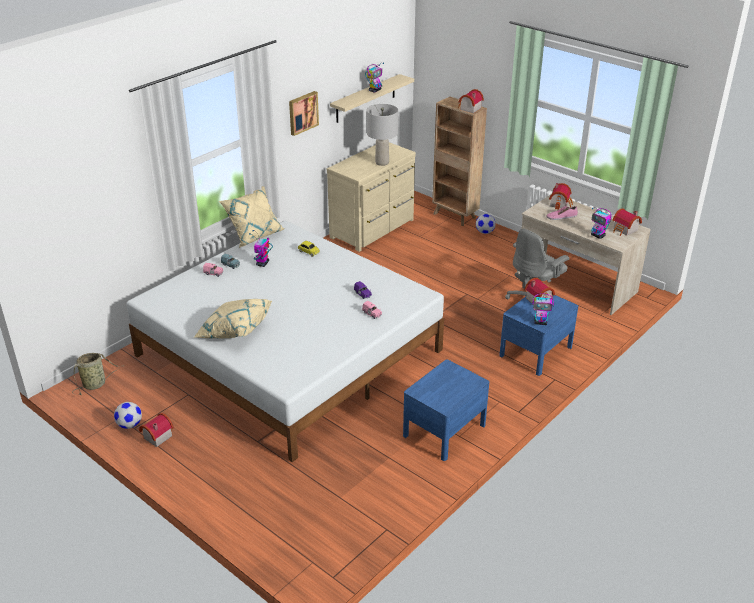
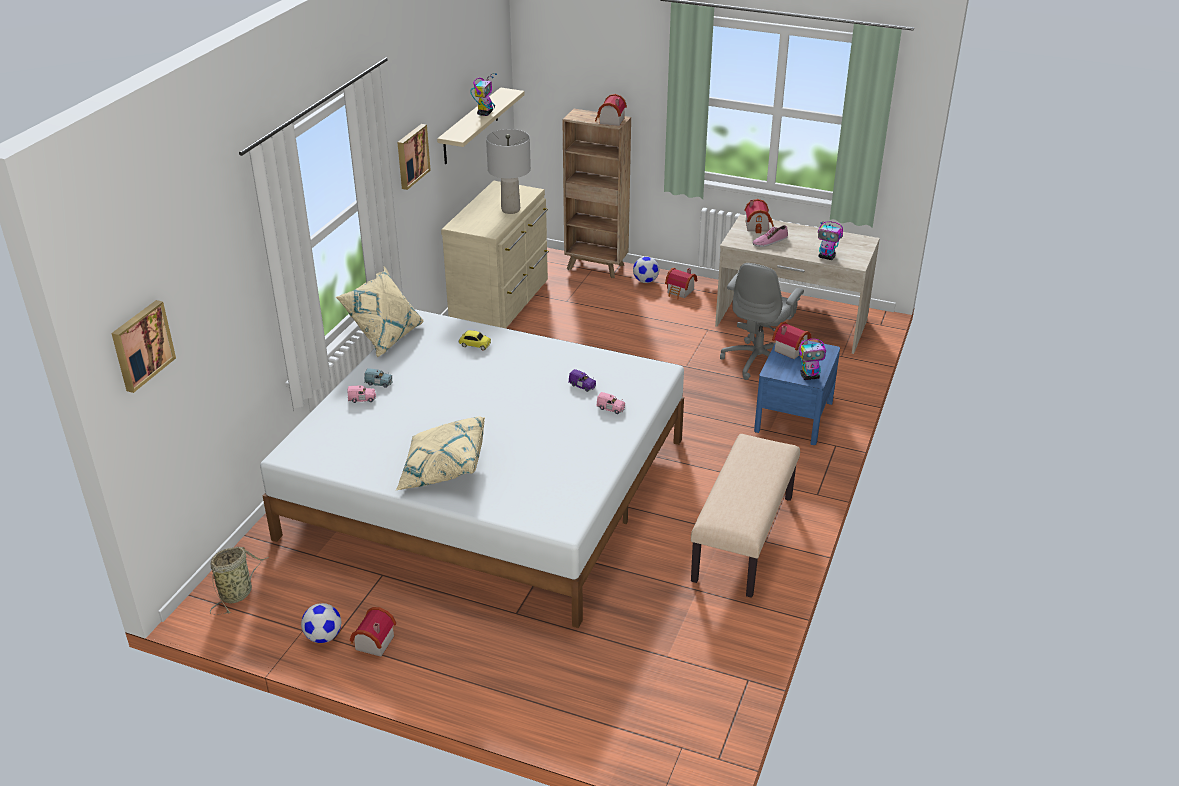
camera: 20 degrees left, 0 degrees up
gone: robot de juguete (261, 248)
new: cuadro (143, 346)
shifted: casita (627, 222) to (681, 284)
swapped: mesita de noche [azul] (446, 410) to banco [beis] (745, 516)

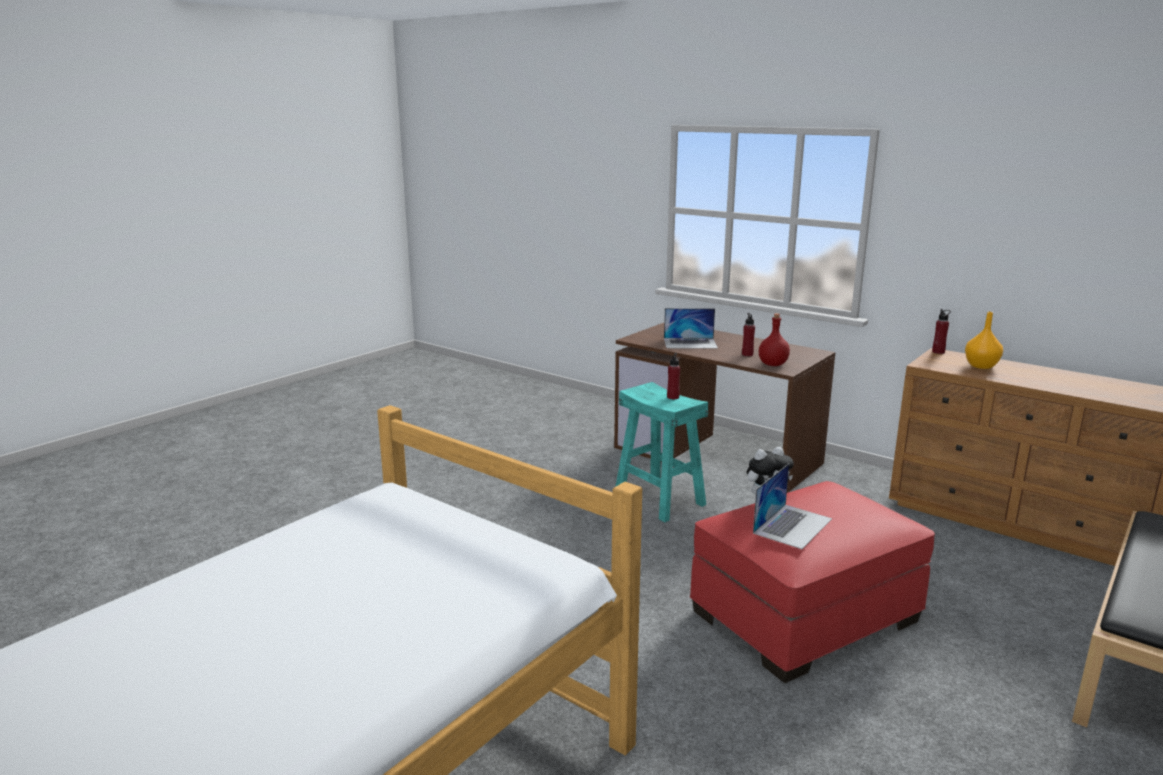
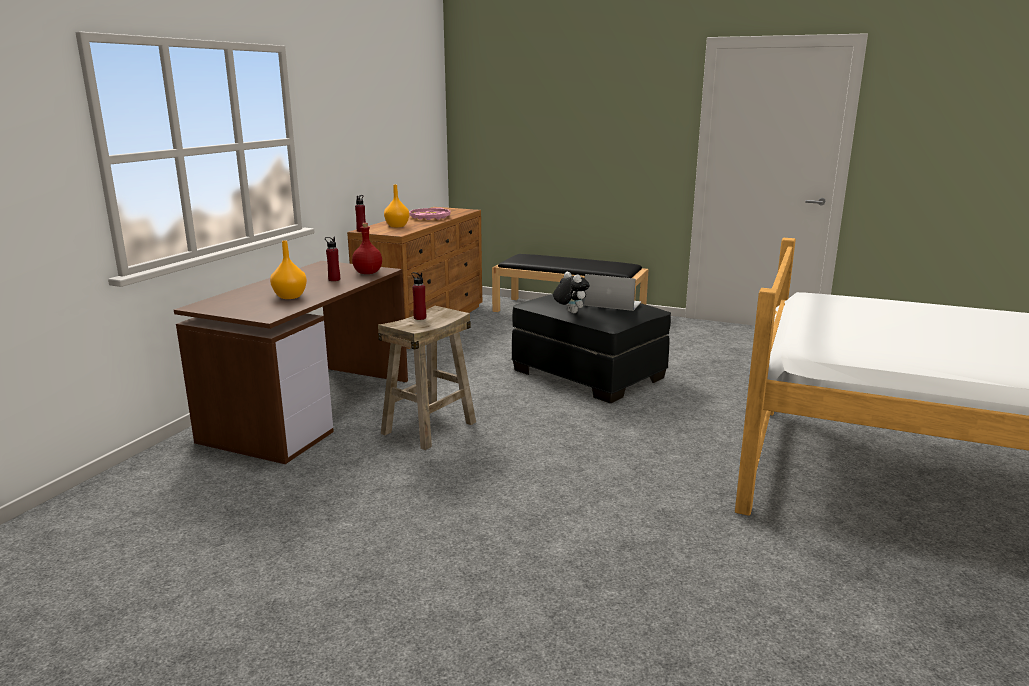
camera: 105 degrees left, 0 degrees up
new: bandeja [rosa] (429, 214)
swapped: portátil (691, 328) to florero [naranja] (288, 270)
repainted: taburete [turquesa] (661, 452) to taburete [beis] (427, 378); puf [rojo] (812, 582) to puf [negro] (591, 348)

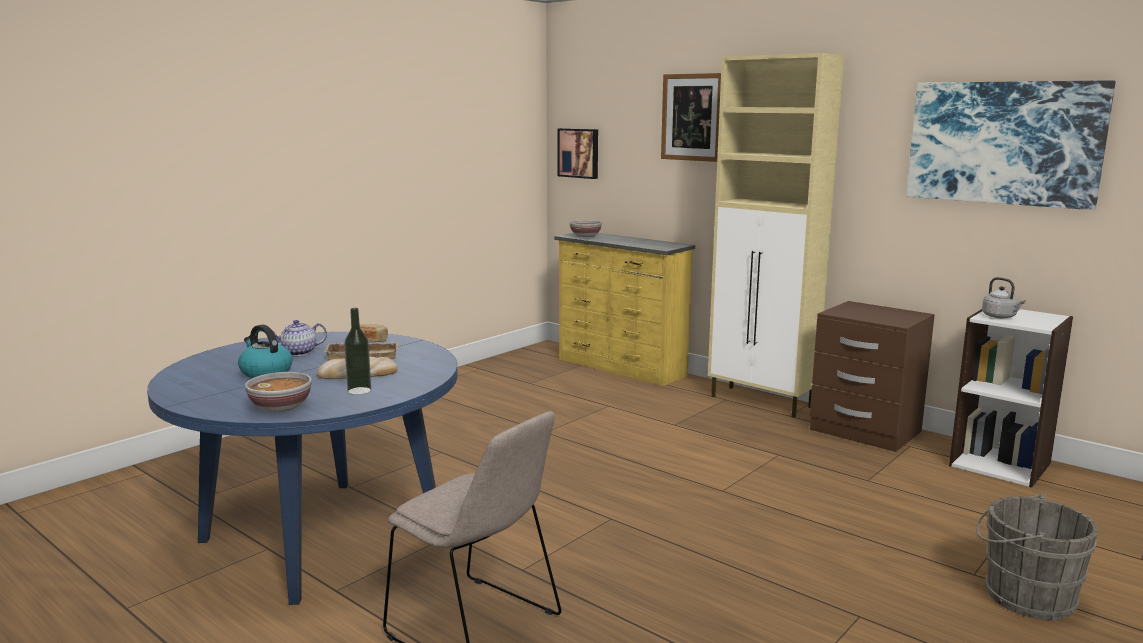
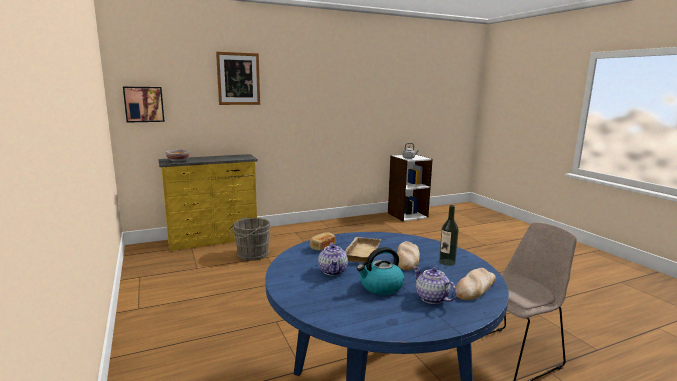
camera: 65 degrees left, 0 degrees up
gone: armario [beis] (776, 235); mesita de noche [marrón] (872, 376); cuadro (1011, 145)
new: tetera (435, 285)
shifted: cubo [gris] (1037, 557) to (250, 239)
swapped: cuenco (278, 392) to pan (476, 284)

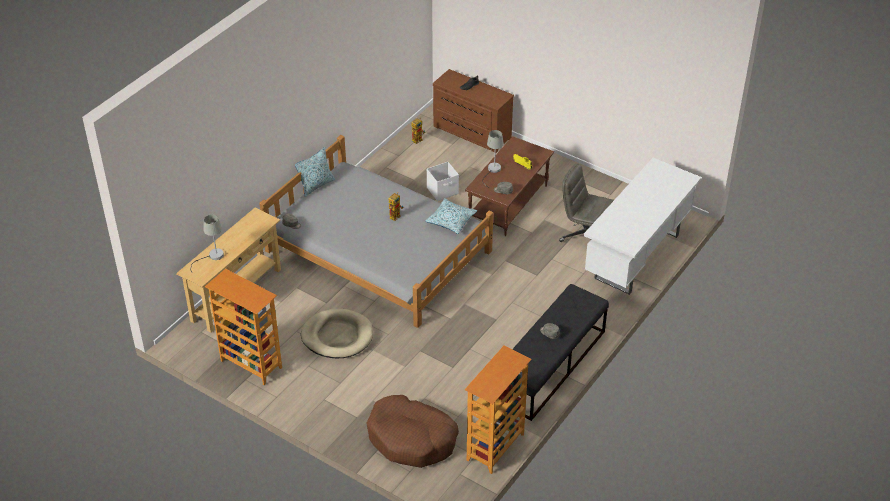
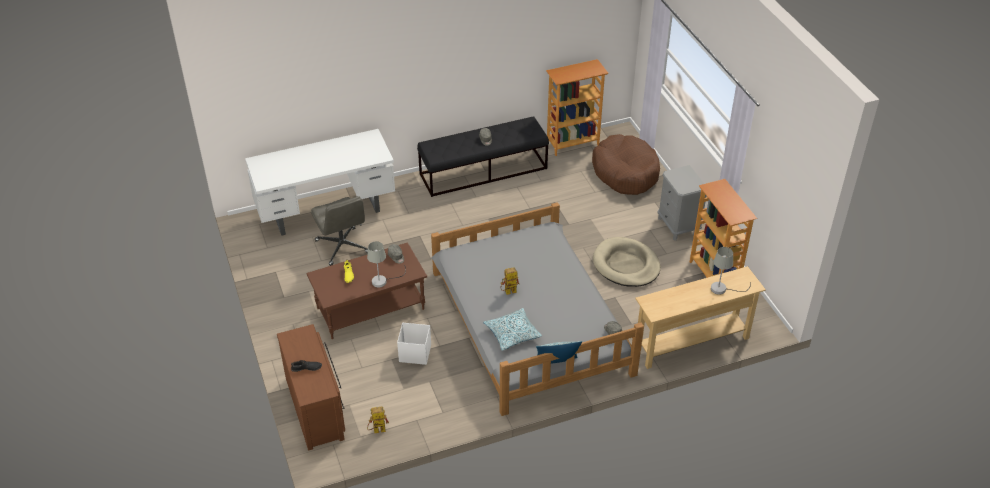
camera: 145 degrees left, 0 degrees up
new: mesita de noche [gris] (681, 203)
shifted: cojín (451, 216) to (512, 329)

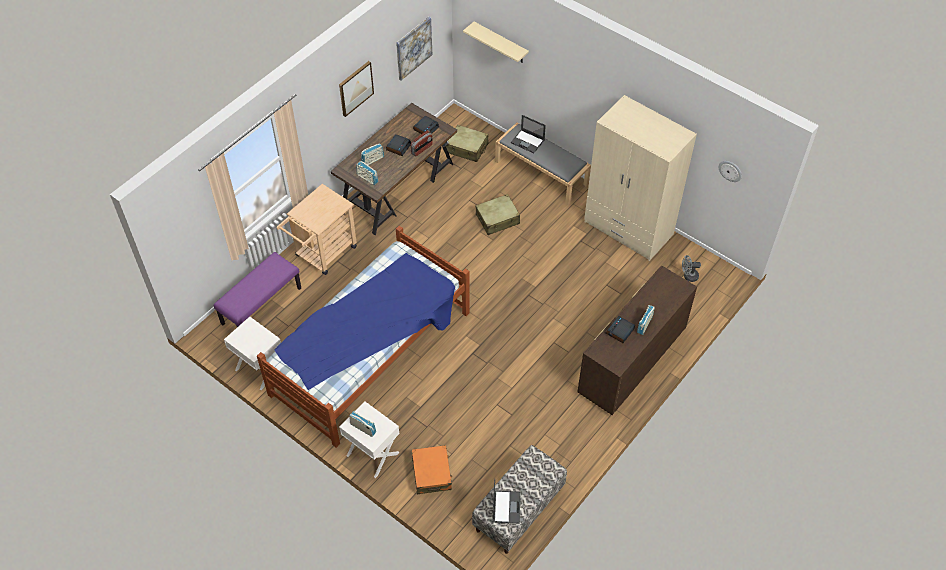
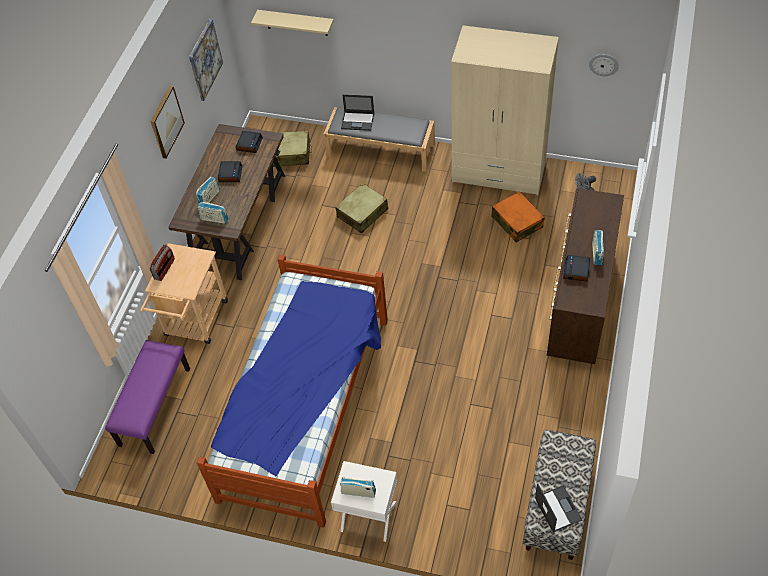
camera: 20 degrees left, 0 degrees up
gone: mesita de noche [blanco] (252, 353)
shifted: radio (422, 143) to (162, 263); maleta [naranja] (432, 470) to (518, 216)

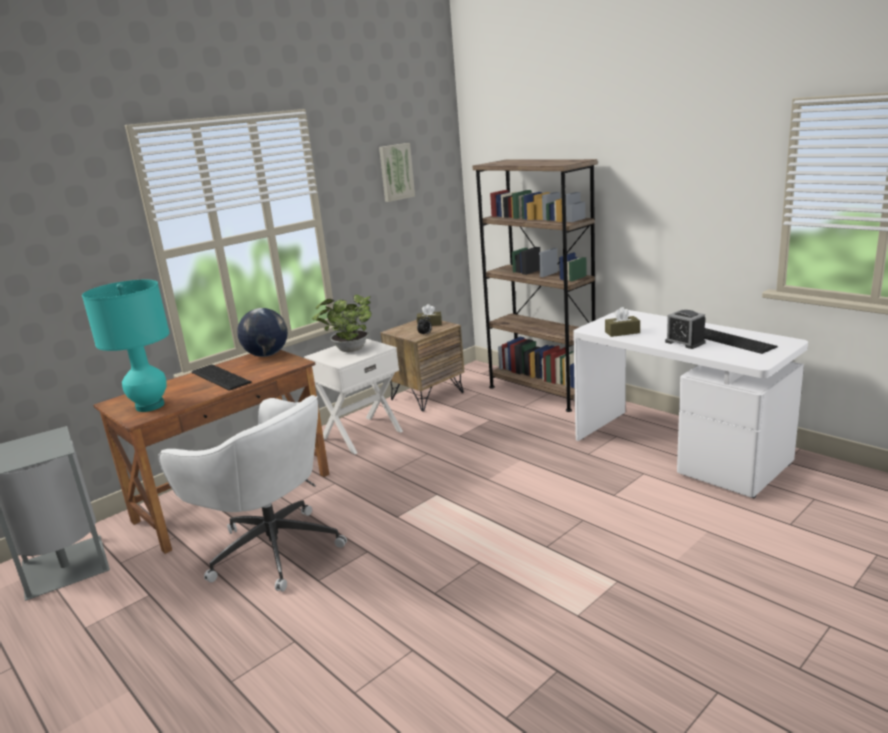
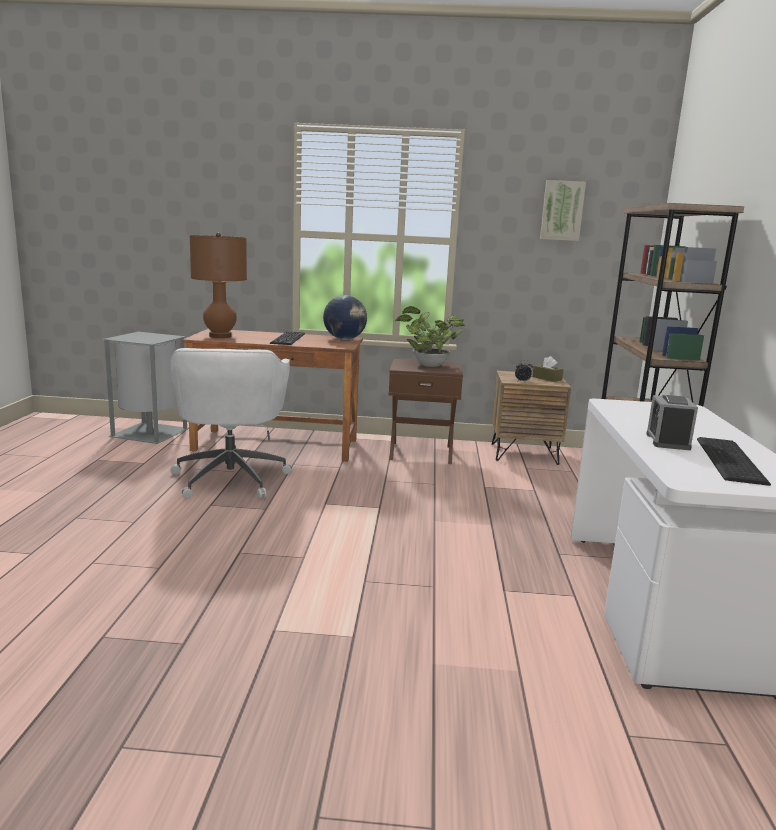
camera: 45 degrees right, 5 degrees down
gone: caja de pañuelos [marrón] (622, 322)
repainted: lámpara de mesa [turquesa] (126, 346) to lámpara de mesa [marrón] (218, 285); mesita de noche [blanco] (353, 396) to mesita de noche [marrón] (425, 411)

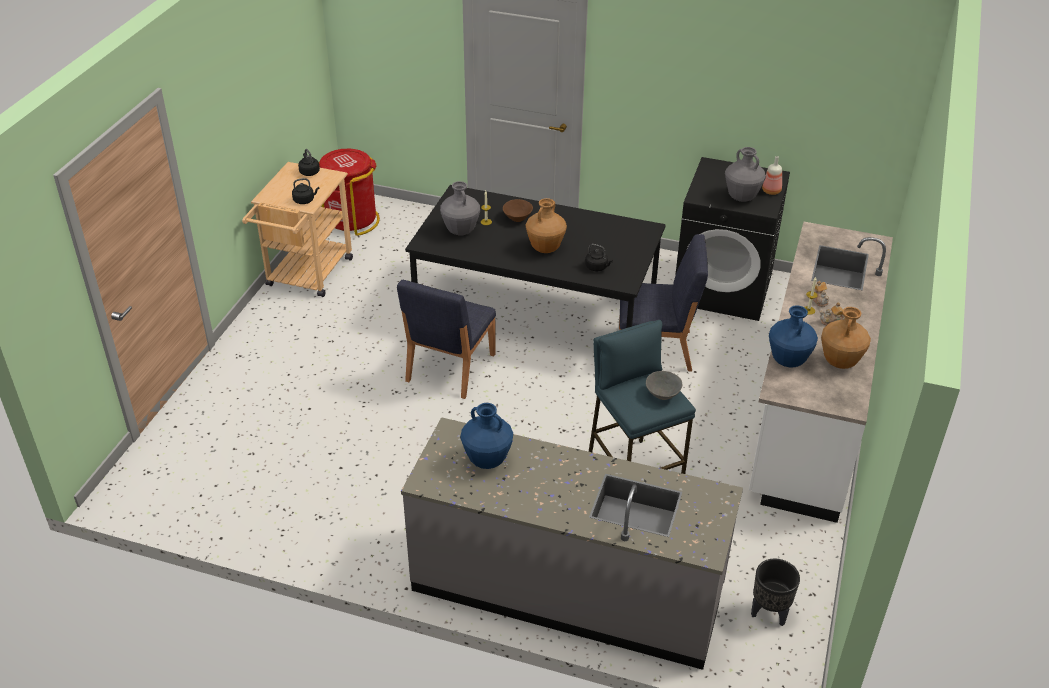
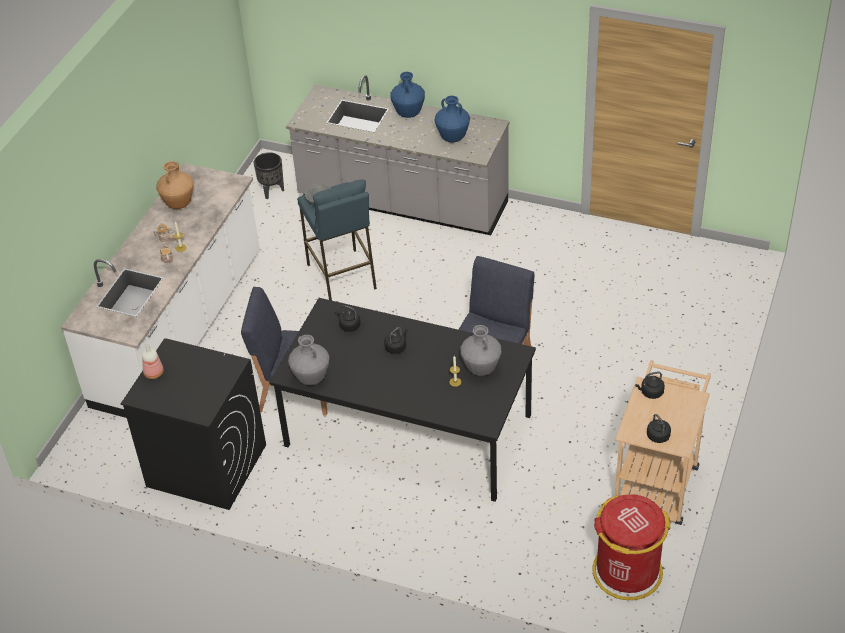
camera: 175 degrees left, 5 degrees up
gone: cuenco [marrón] (518, 210)
shifted: florero [gris] (745, 174) to (309, 360); florero [azul] (793, 336) to (408, 95)
swapped: florero [marrón] (546, 225) to hervidor [negro] (396, 340)

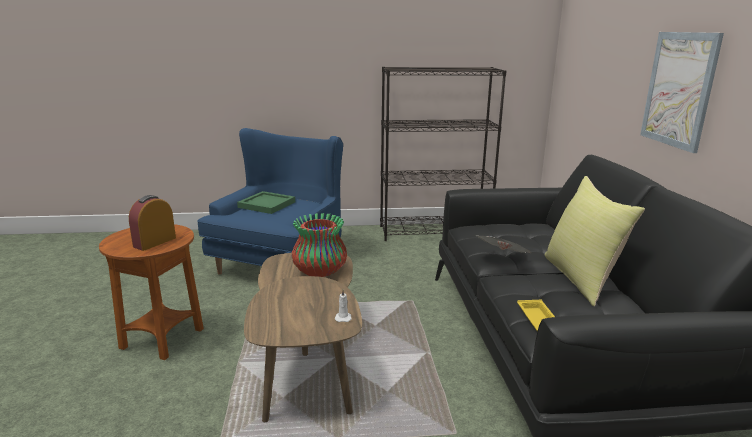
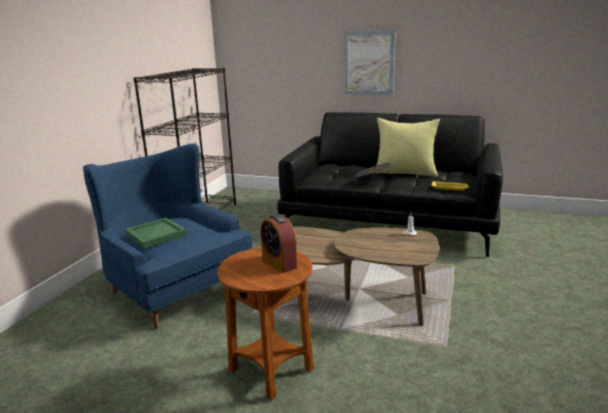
camera: 65 degrees left, 0 degrees up
gone: florero (319, 245)

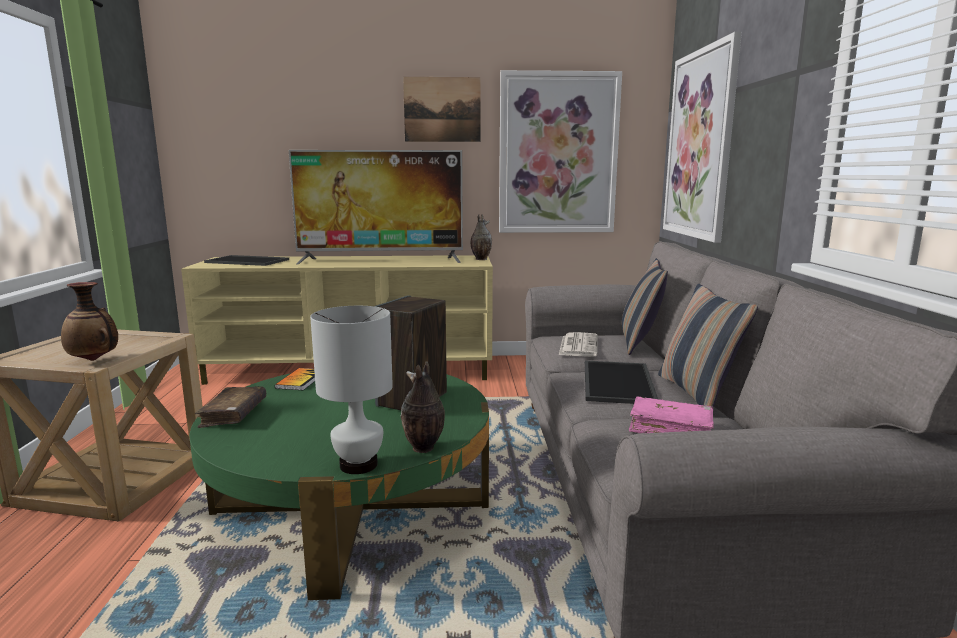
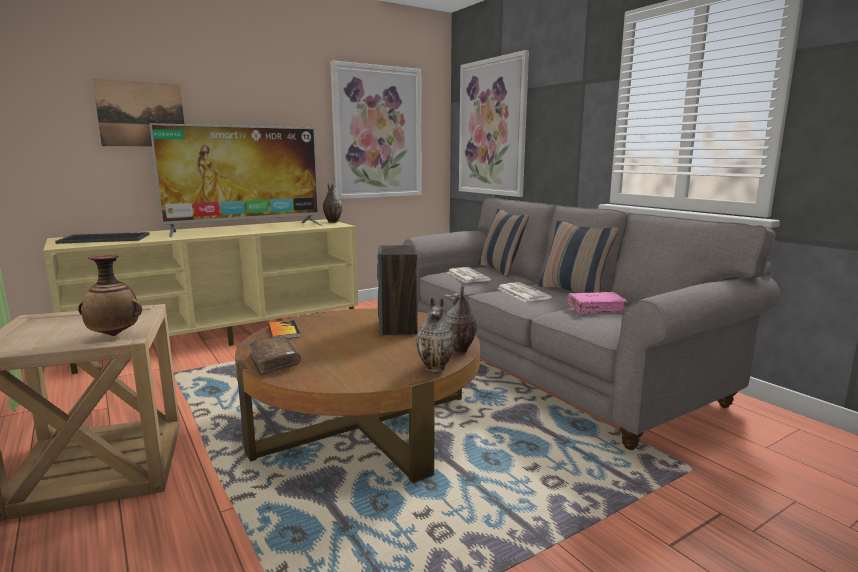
camera: 30 degrees left, 0 degrees up
shifted: cuadro (442, 109) to (138, 112)
swapped: lámpara de mesa [blanco] (351, 390) to florero (435, 334); bandeja (621, 382) to periódico (524, 292)
repainted: mesa de centro [verde] (339, 486) to mesa de centro [marrón] (357, 395)

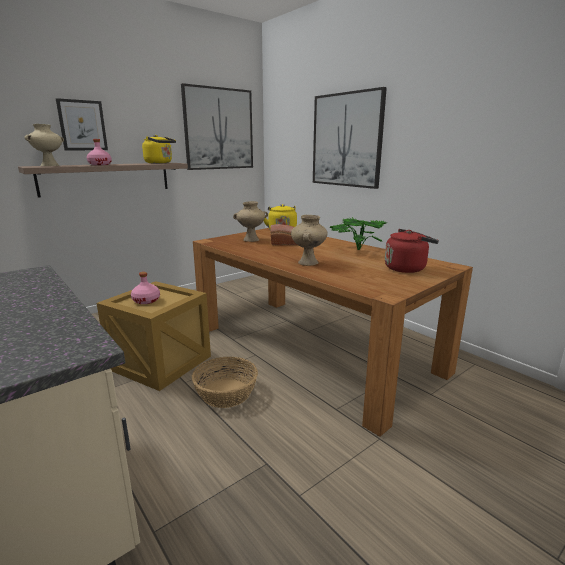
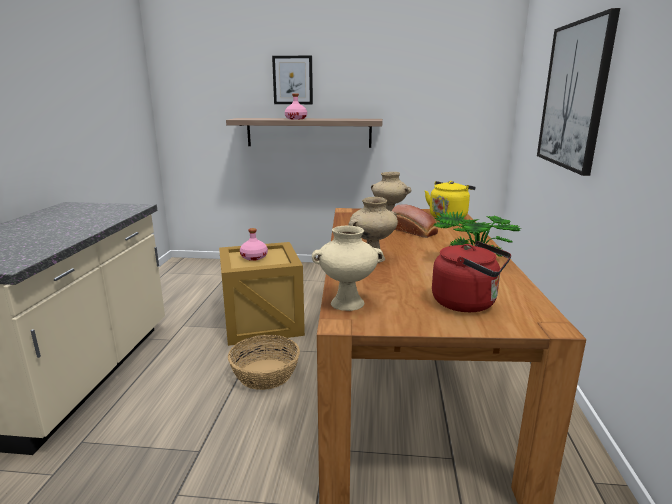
camera: 45 degrees right, 0 degrees up
gone: hervidor [amarillo] (159, 149); cuadro (217, 126)
shifted: florero [beis] (44, 145) to (348, 268)

